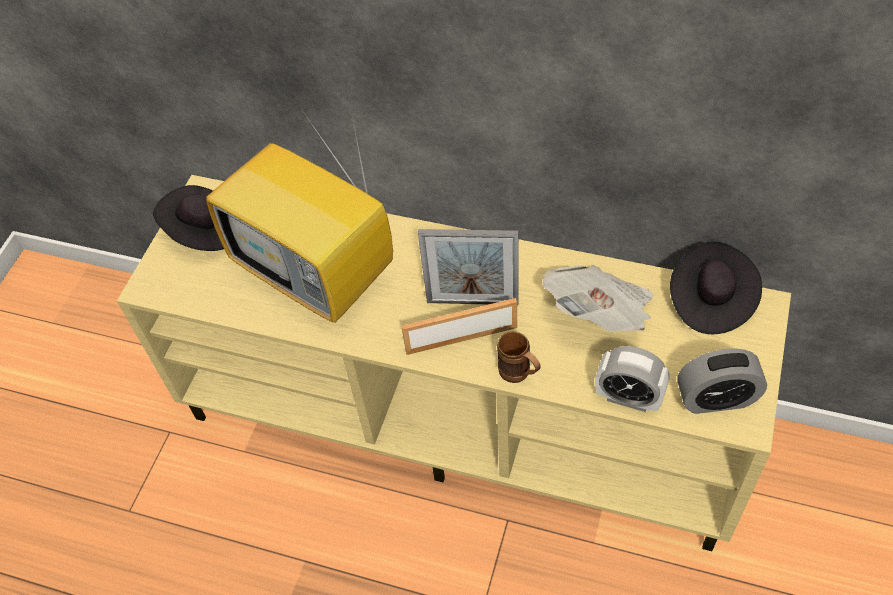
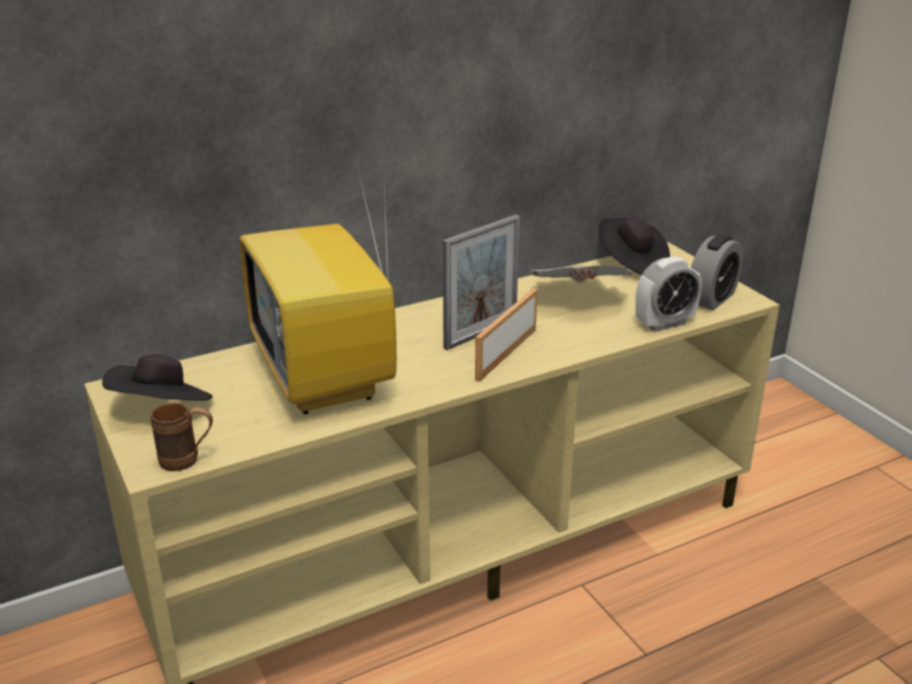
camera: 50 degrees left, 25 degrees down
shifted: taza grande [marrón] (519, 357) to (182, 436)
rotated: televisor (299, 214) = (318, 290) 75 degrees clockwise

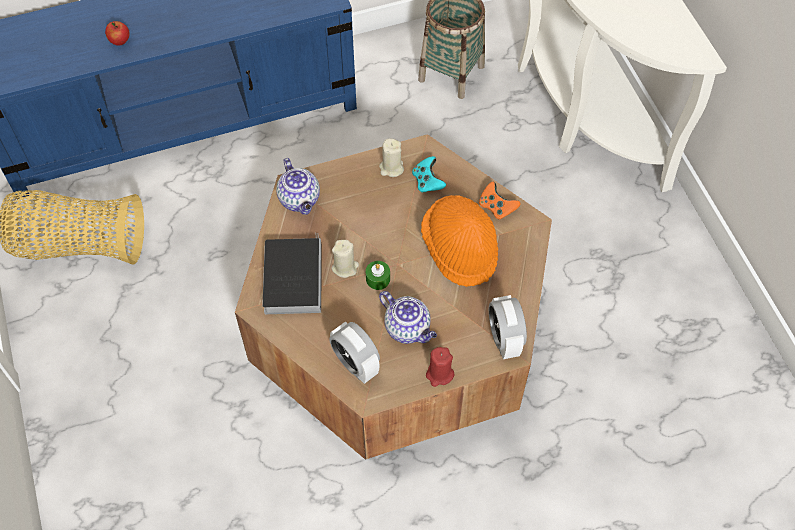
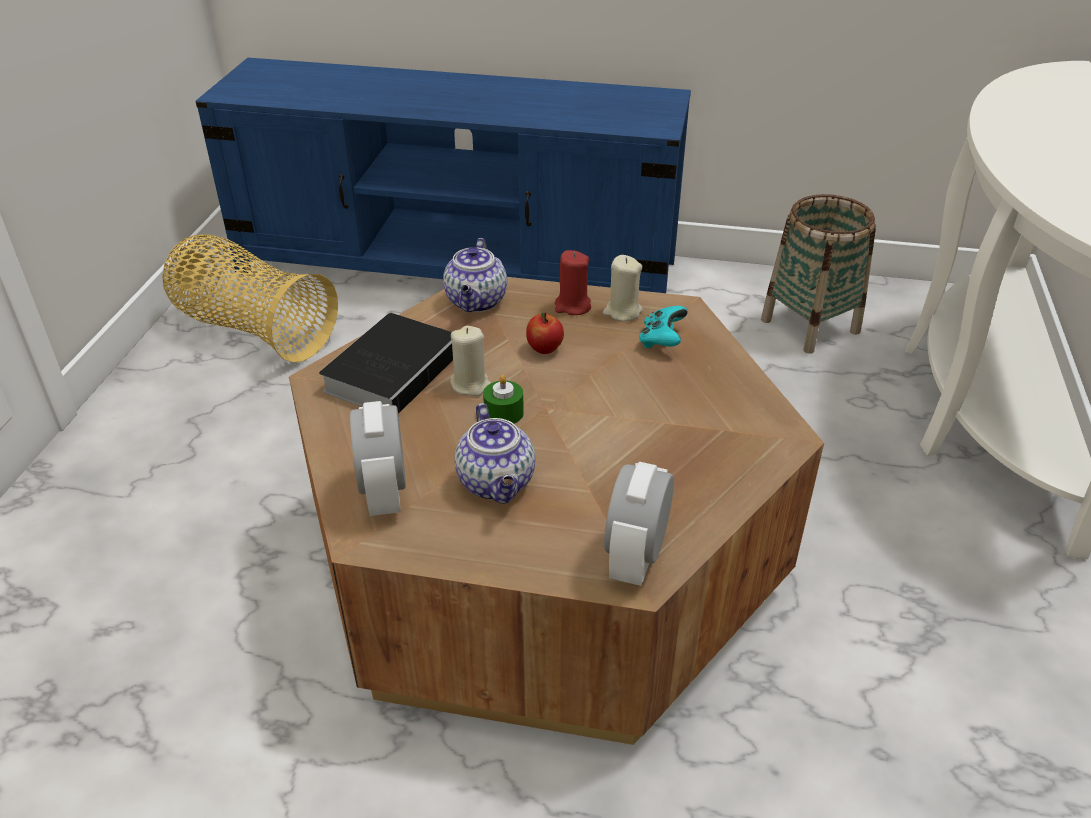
camera: 30 degrees right, 20 degrees down
gone: sombrero [naranja] (459, 241); mando de consola [naranja] (500, 200)
shifted: manzana (117, 33) to (545, 333); vela [rojo] (440, 367) to (573, 282)

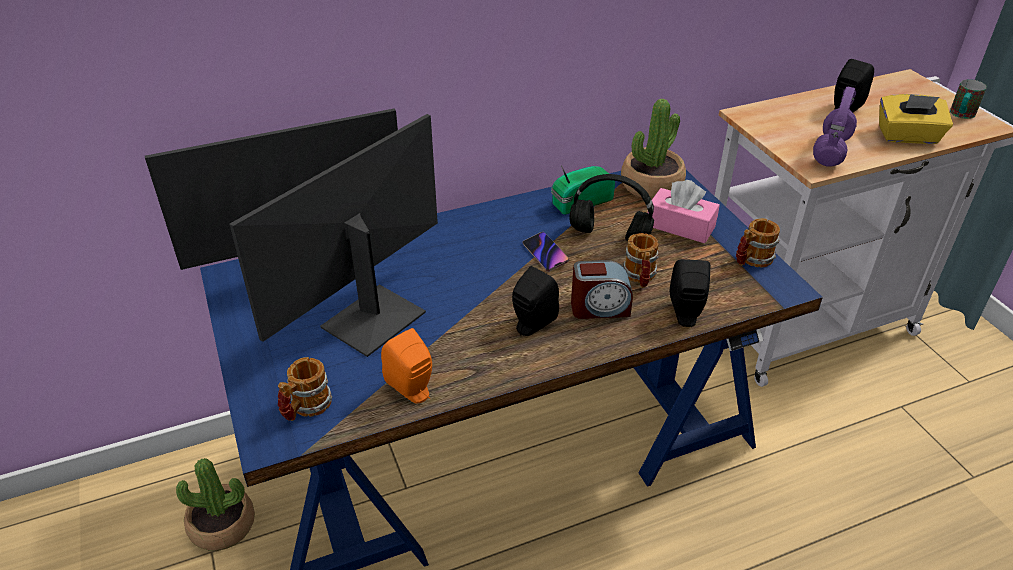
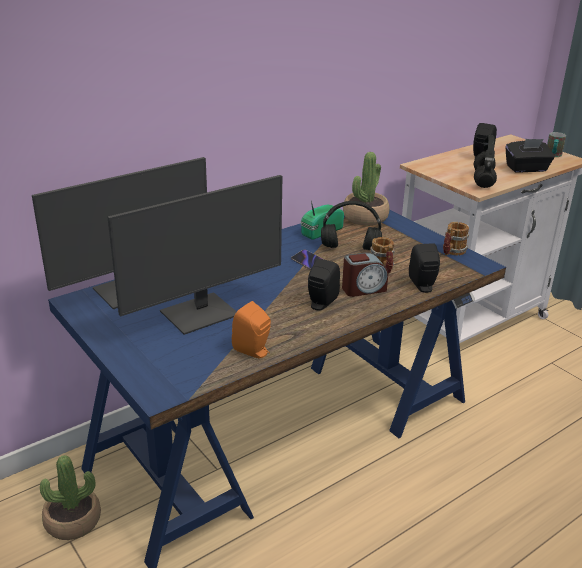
camera: 15 degrees left, 10 degrees down
gone: taza grande (305, 389); caja de pañuelos [rosa] (684, 211)
repainted: auriculares [morado] (835, 127) to auriculares [negro] (485, 161); caja de pañuelos [amarillo] (916, 119) to caja de pañuelos [negro] (530, 156)
rotated: monitor (333, 235) = (194, 255) 150 degrees counterclockwise

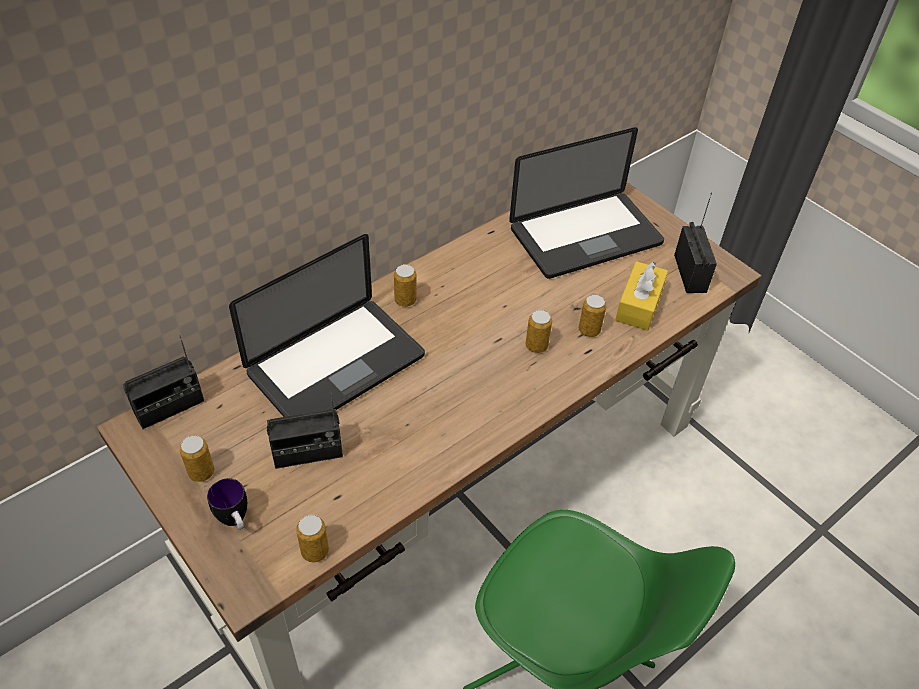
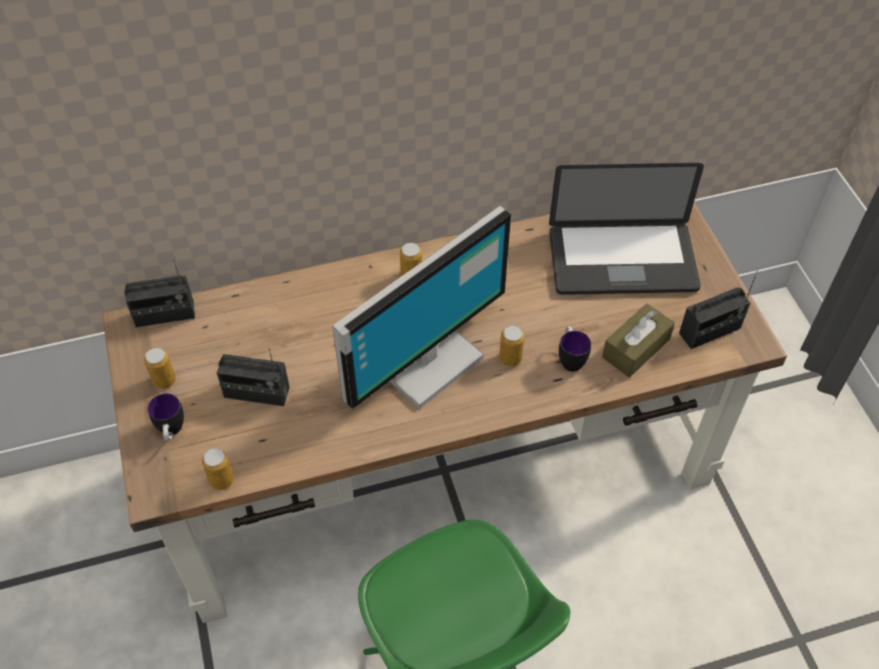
camera: 25 degrees right, 5 degrees up
gone: portátil (327, 325)
new: monitor (421, 307)
swapped: lata (592, 315) to taza grande (575, 349)
repainted: caja de pañuelos [amarillo] (641, 296) to caja de pañuelos [marrón] (638, 340)
rotated: radio (695, 243) = (718, 309) 45 degrees clockwise

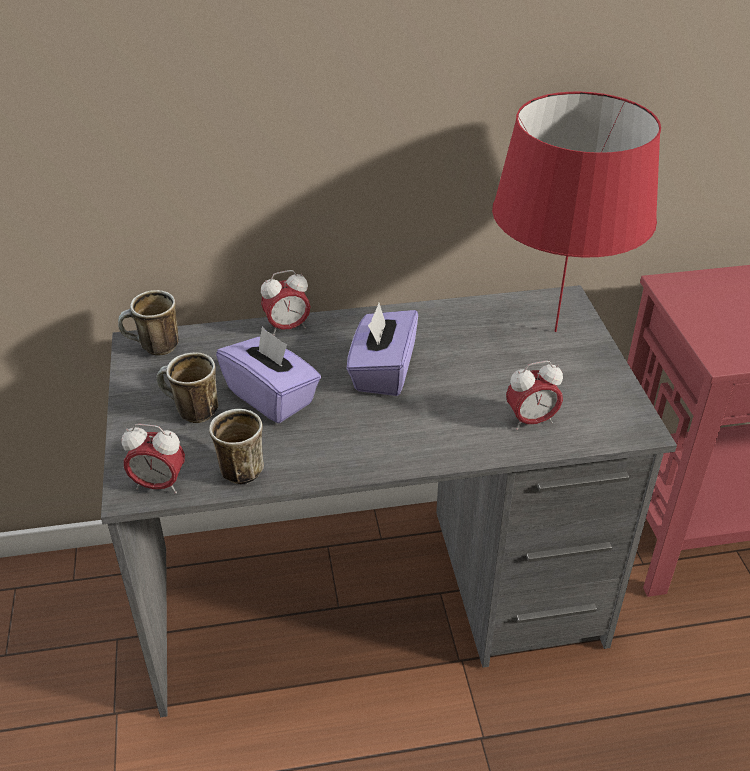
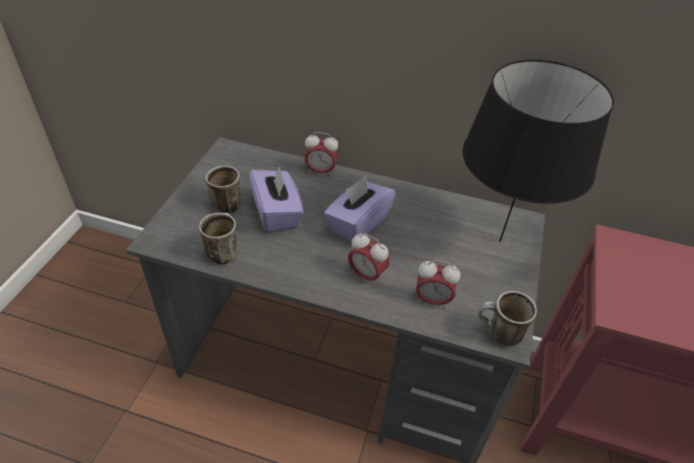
camera: 25 degrees right, 5 degrees up
shifted: taza grande (148, 323) to (507, 318); despertador (153, 459) to (369, 259)
repainted: lámpara de mesa [rojo] (576, 212) to lámpara de mesa [negro] (538, 151)

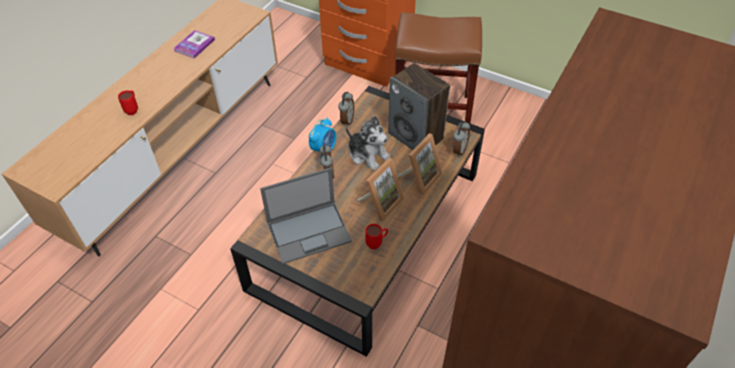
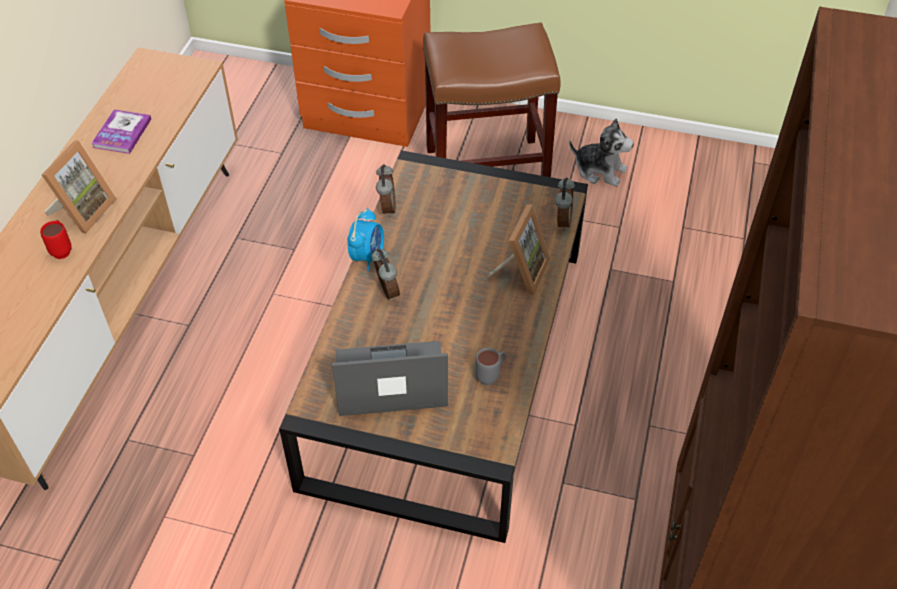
camera: 15 degrees left, 0 degrees up
gone: altavoz (419, 106)
shifted: peluche (368, 143) to (601, 152); portarretratos (380, 189) to (79, 186)
repainted: taza grande [rojo] (376, 236) to taza grande [gris] (490, 367)
rotated: portátil (306, 215) = (390, 378) 150 degrees counterclockwise

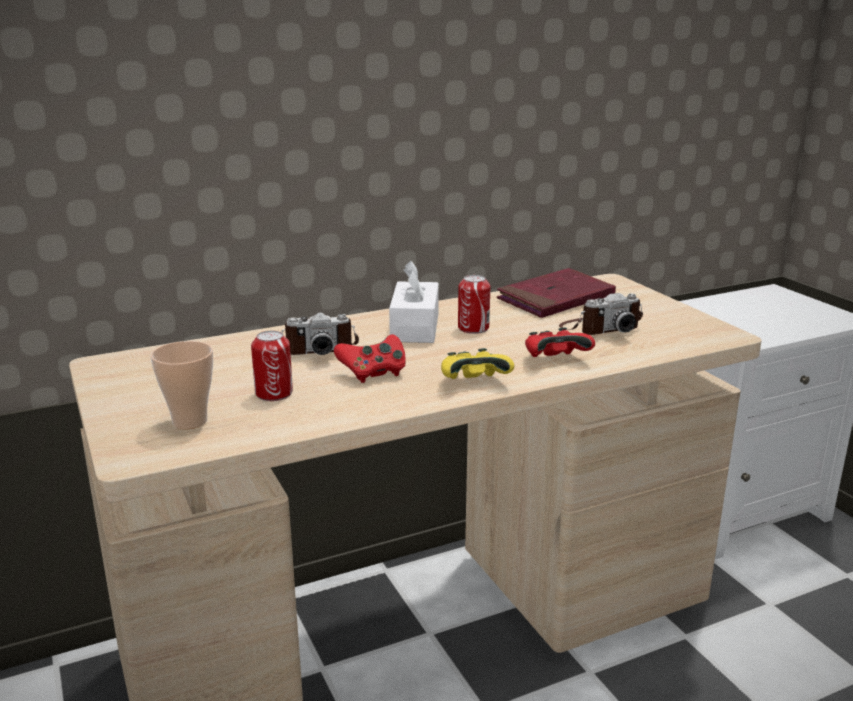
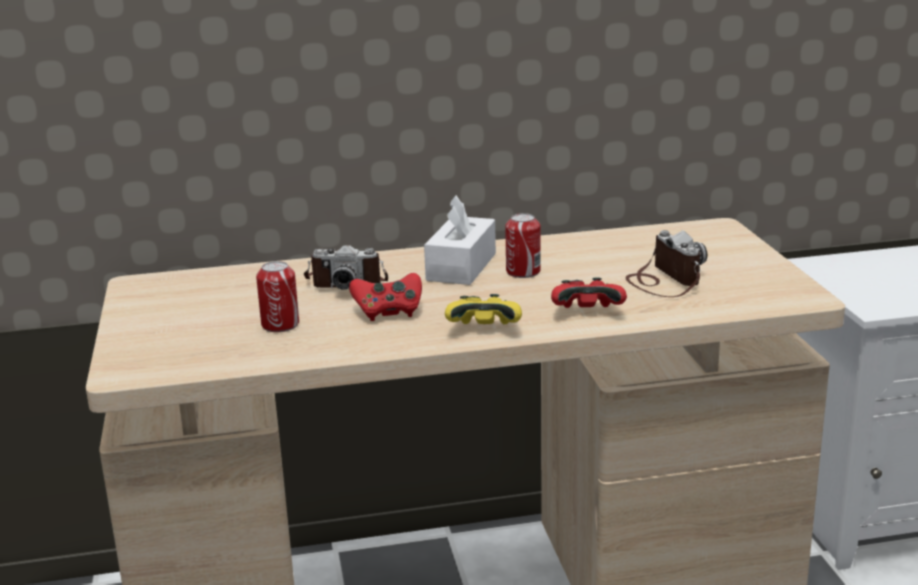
camera: 15 degrees right, 0 degrees up
gone: taza (182, 385); libro [rojo] (556, 293)
rotated: cámara (601, 314) = (666, 263) 105 degrees counterclockwise

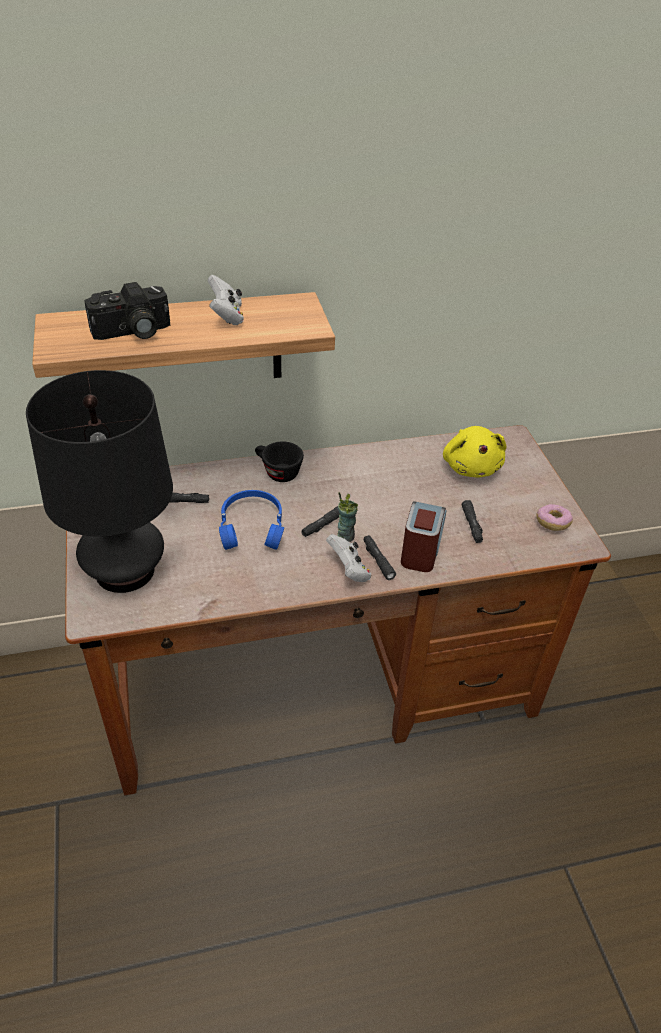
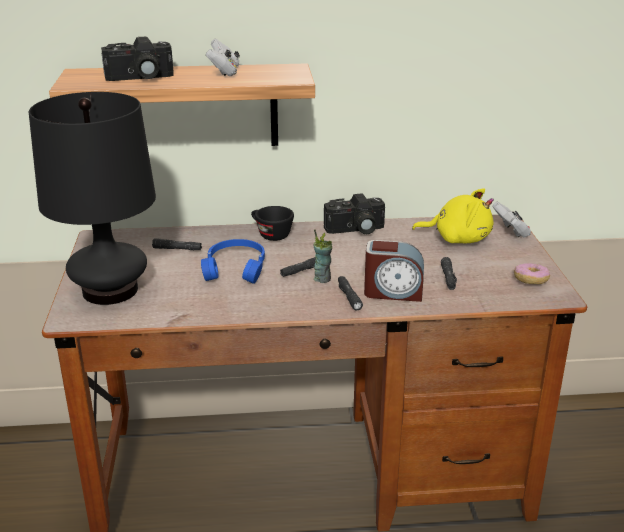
camera: 10 degrees right, 15 degrees down
new: cámara (354, 213)
shifted: mando de consola [blanco] (348, 558) to (511, 219)
rotated: despertador (423, 536) = (394, 271) 75 degrees clockwise; peluche [amarillo] (475, 451) = (453, 215) 75 degrees counterclockwise

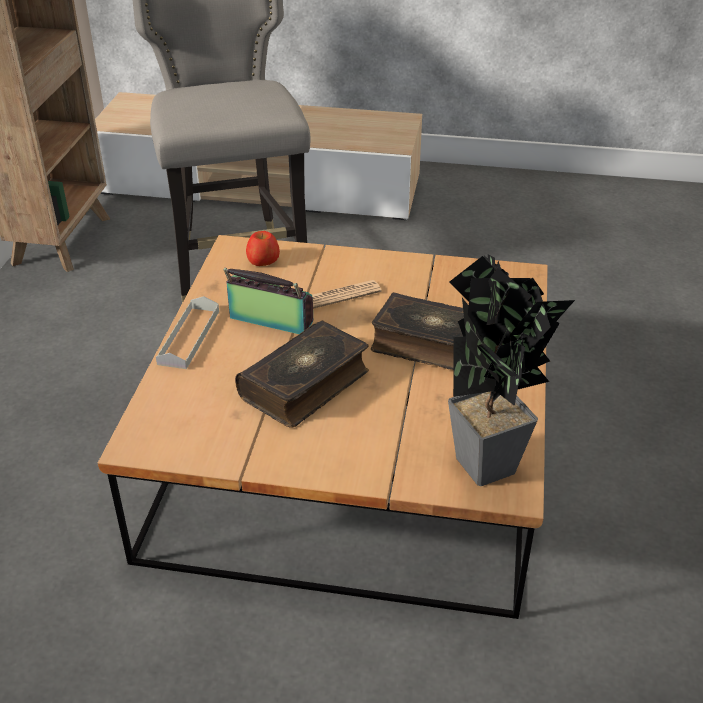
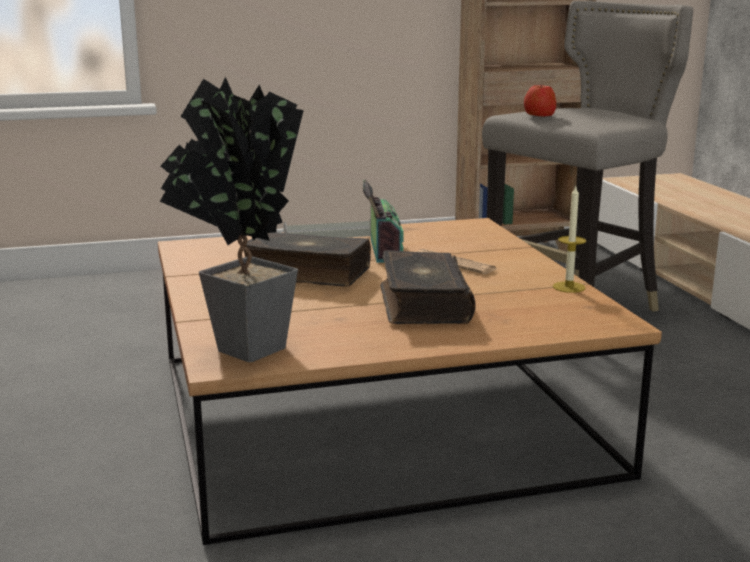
camera: 65 degrees right, 20 degrees down
new: vela (569, 239)
shifted: manzana (263, 248) to (540, 101)

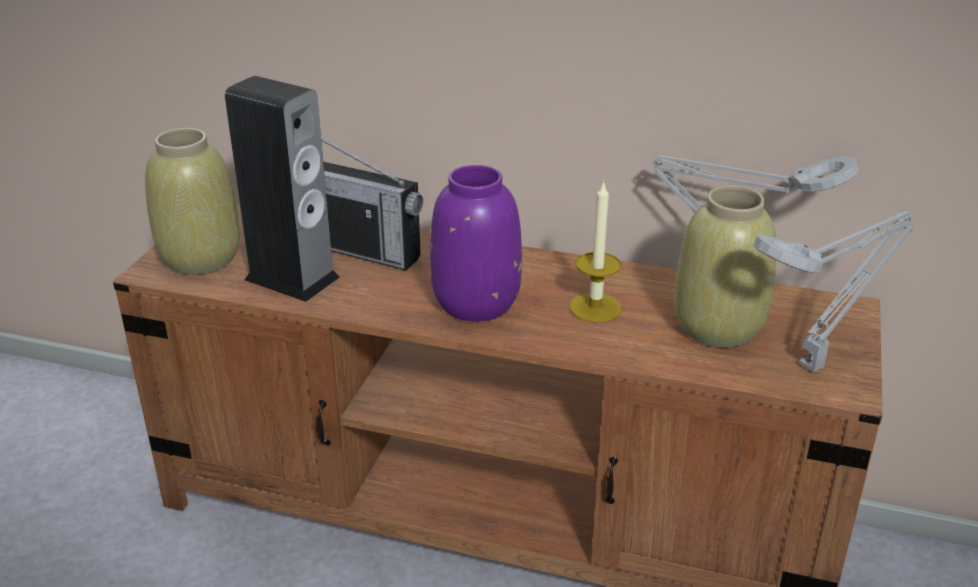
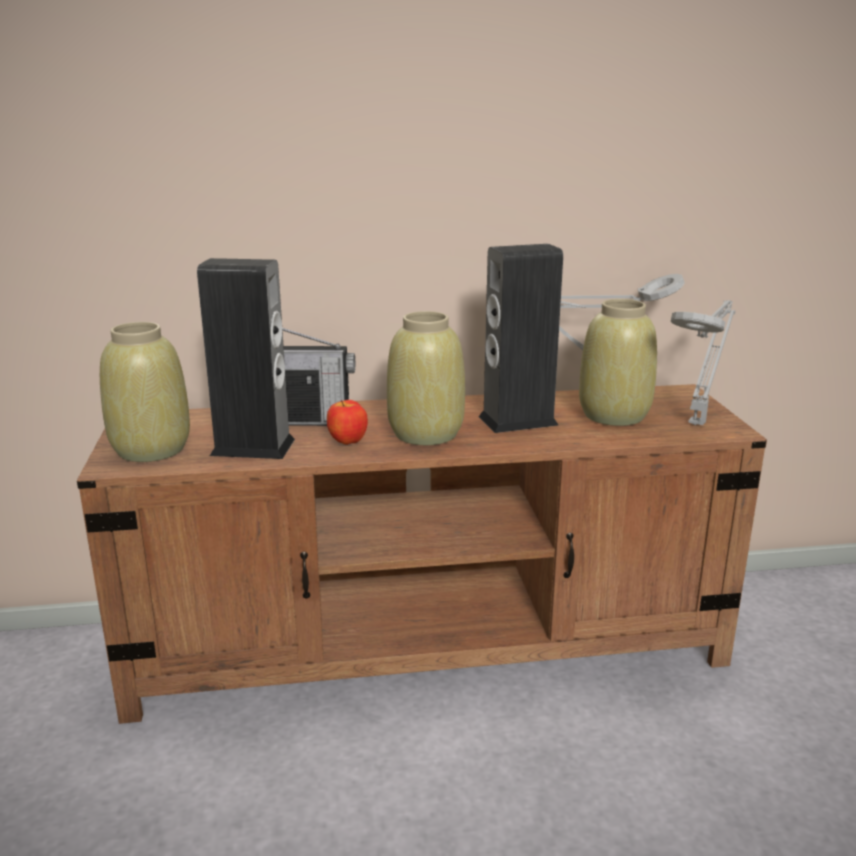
camera: 25 degrees left, 10 degrees down
new: manzana (347, 422)
swapped: vela (595, 251) to altavoz (520, 338)
repainted: florero [morado] (476, 243) to florero [beis] (426, 378)

